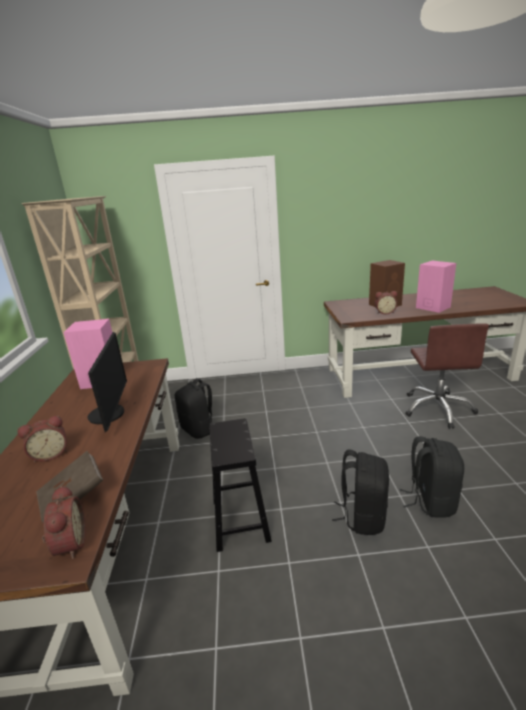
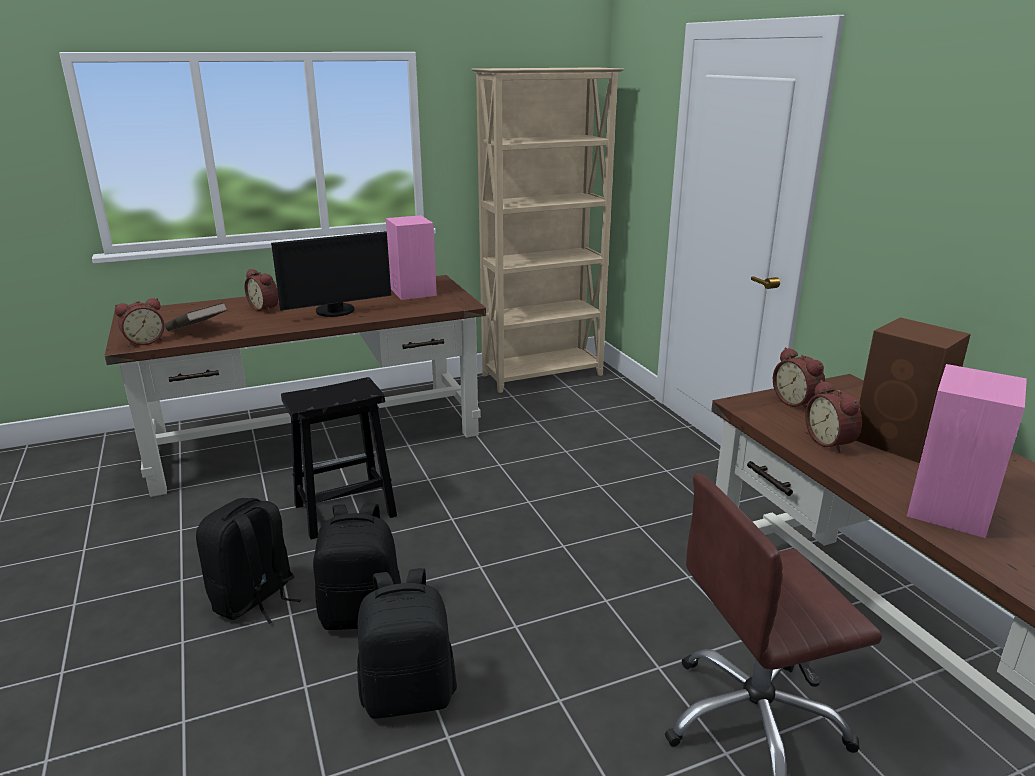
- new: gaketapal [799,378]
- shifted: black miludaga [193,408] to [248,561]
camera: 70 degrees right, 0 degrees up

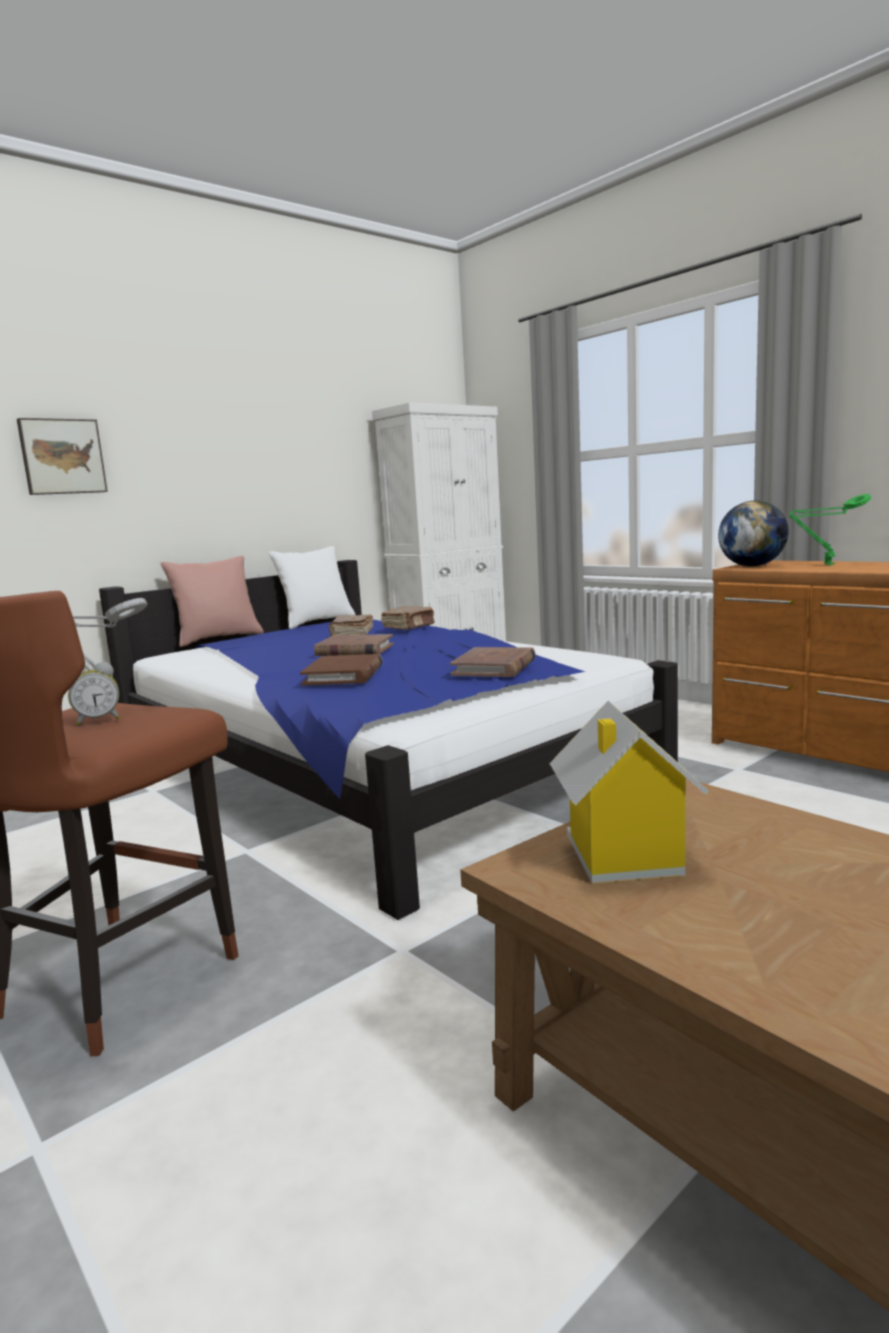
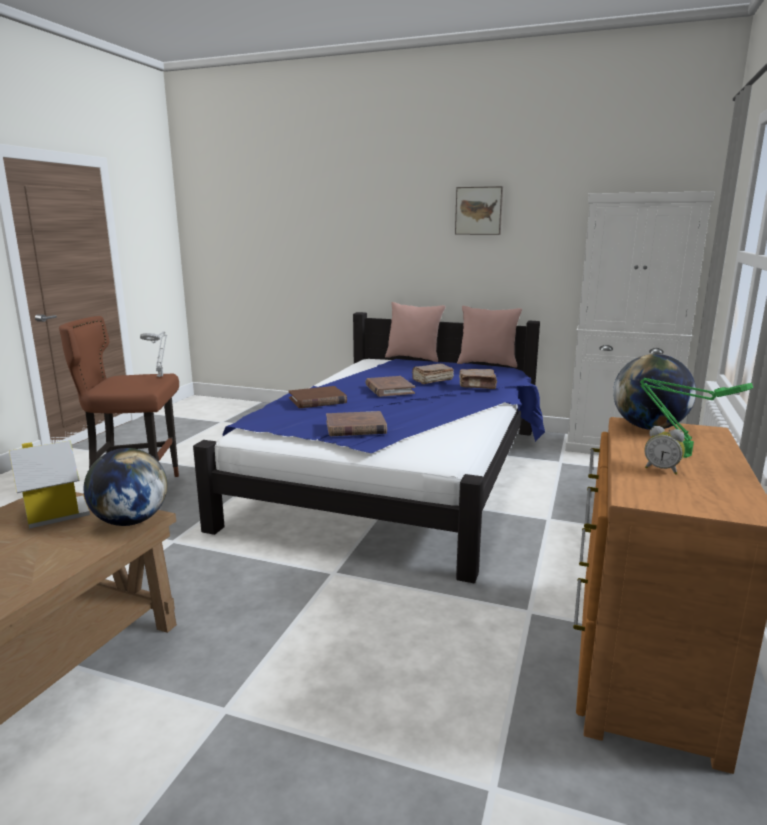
- new: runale [125,487]
- shifted: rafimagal [62,456] to [479,210]
- shifted: gaketapal [94,693] to [665,450]
- repainted: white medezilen [312,587] to pink medezilen [489,337]
camera: 60 degrees right, 5 degrees up

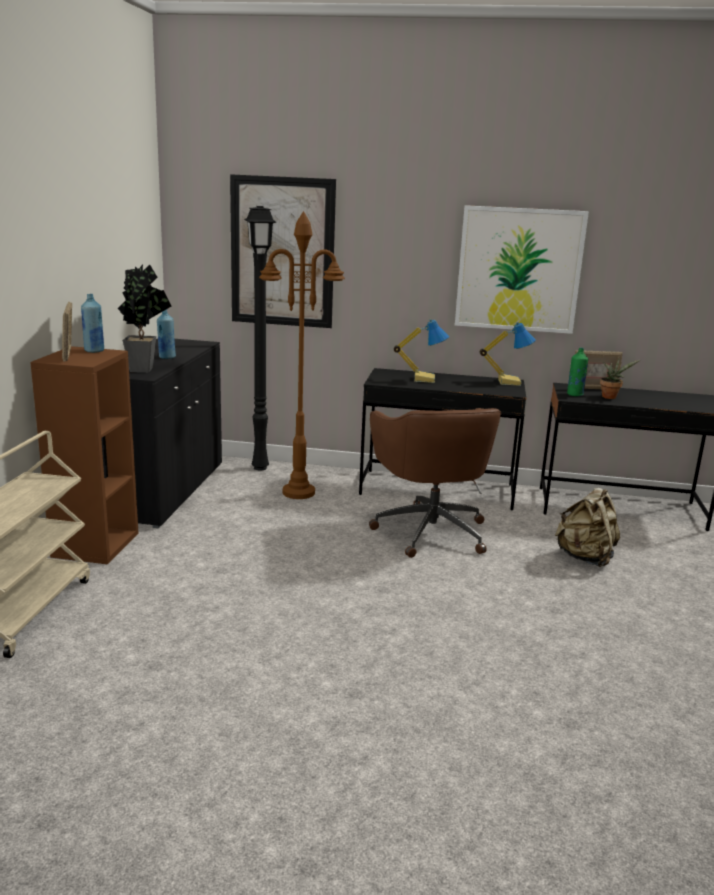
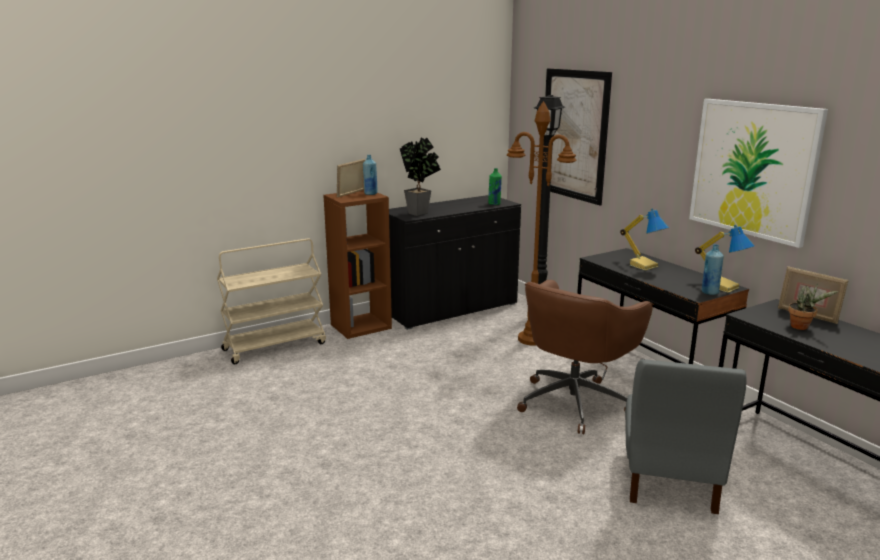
- shifted: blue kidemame [166,334] to [713,269]
- shifted: green kidemame [577,372] to [495,186]
- swapped: beige miludaga [587,527] to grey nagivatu [686,436]
camera: 50 degrees right, 0 degrees up

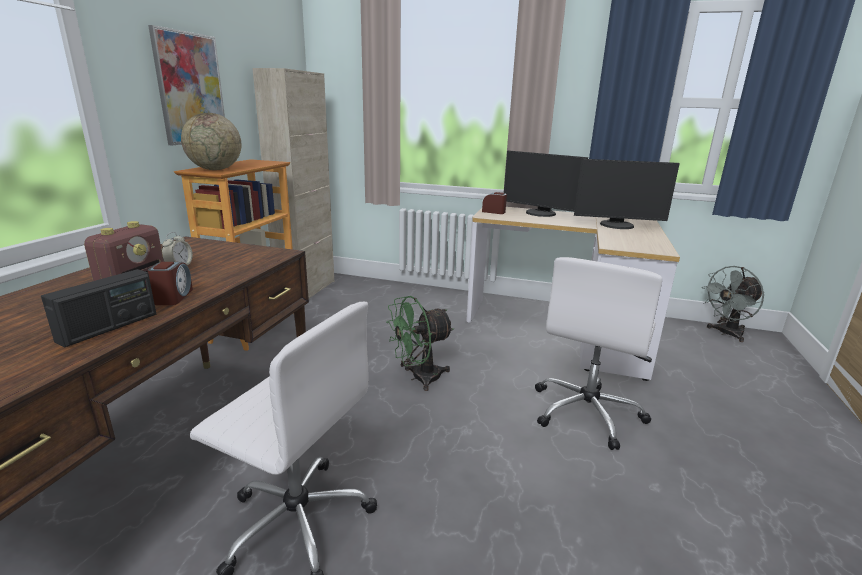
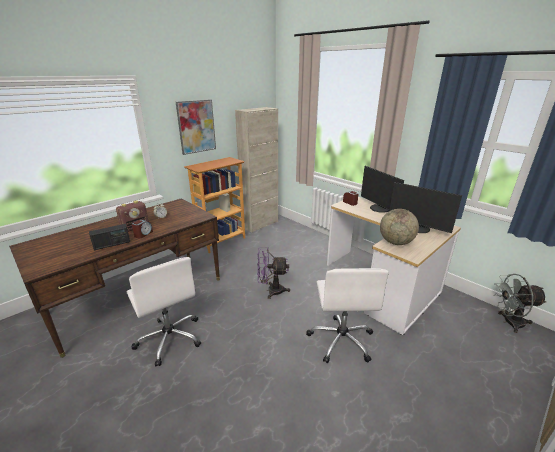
- shifted: runale [211,141] to [399,227]
- repainted: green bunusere [420,343] to purple bunusere [273,273]
- rotated: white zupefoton [598,353] = [347,315] 60 degrees counterclockwise
camera: 30 degrees right, 5 degrees up

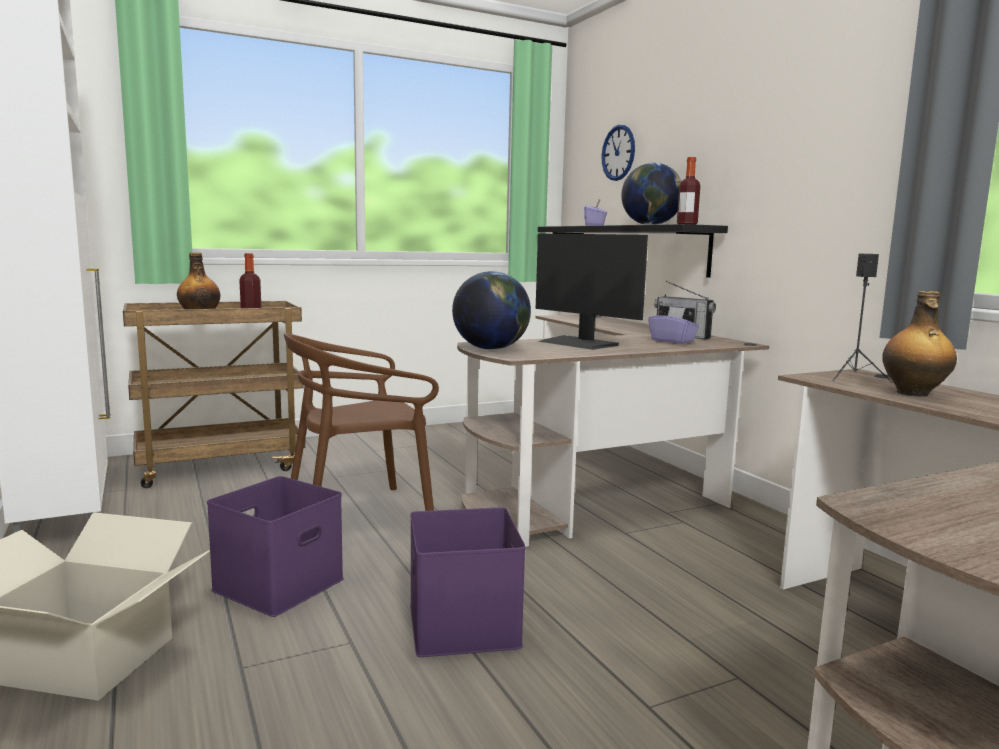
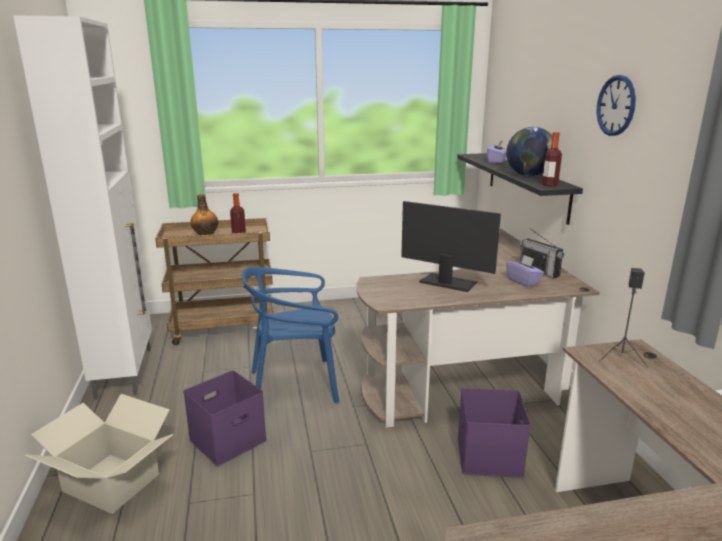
- gone: runale [491,310]
- gone: kidemame [919,344]
- shifted: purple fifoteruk [468,582] to [494,433]
- shifted: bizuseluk [618,153] to [616,105]
- repainted: brown nagivatu [361,422] to blue nagivatu [290,335]
- rotated: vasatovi [592,291] = [451,246] 150 degrees clockwise
camera: 15 degrees right, 10 degrees up

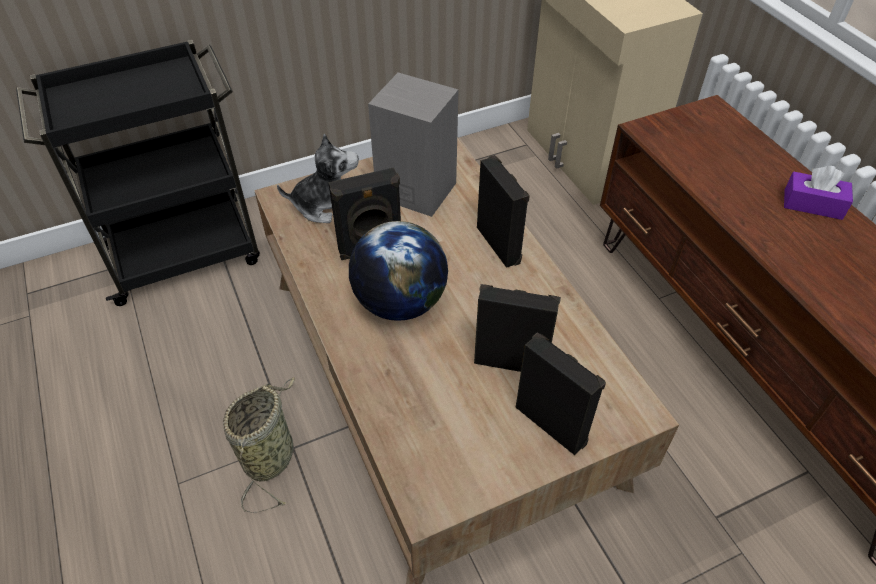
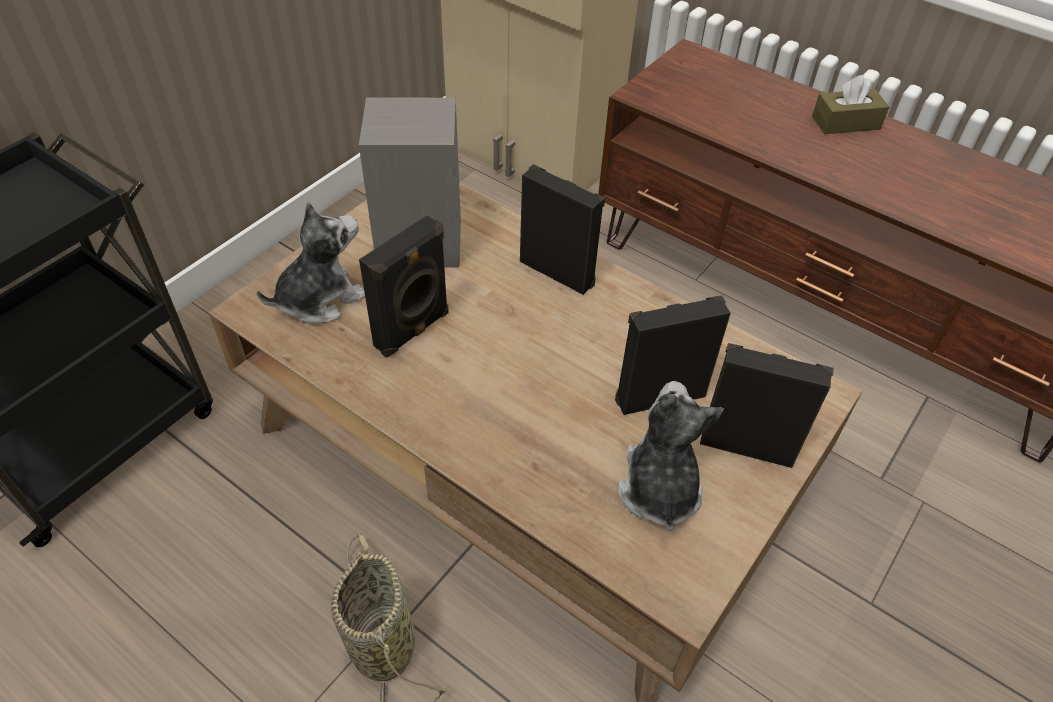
- gone: runale [398,271]
- new: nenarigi [670,456]
- repainted: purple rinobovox [818,193] to brown rinobovox [850,104]
camera: 30 degrees left, 0 degrees up

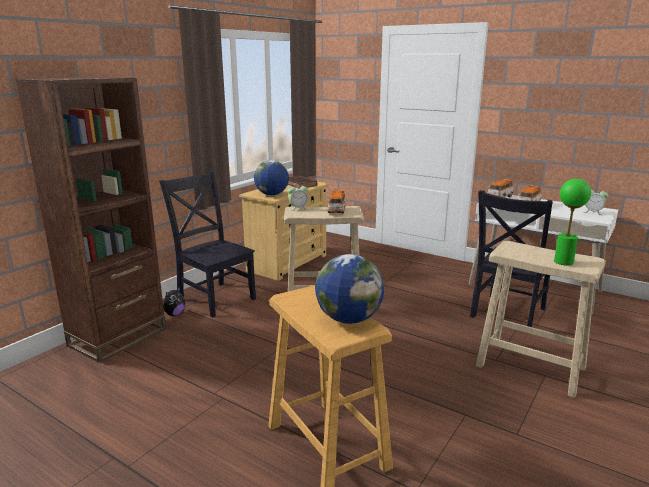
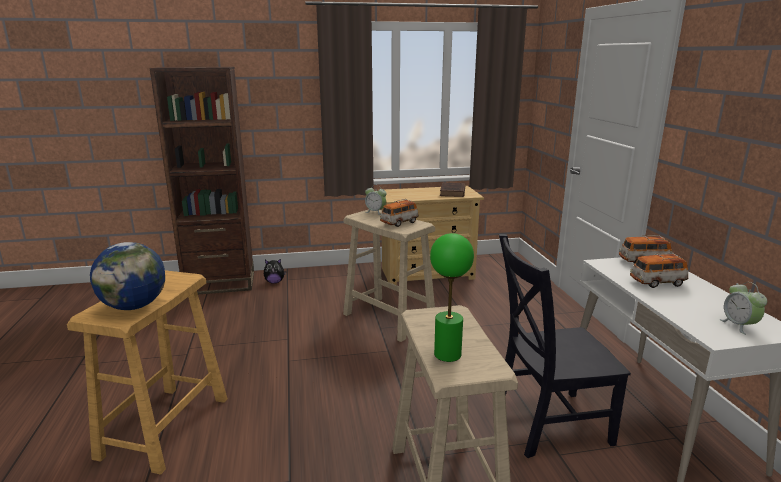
- gone: black nagivatu [207,244]
- gone: runale [271,177]
camera: 45 degrees right, 0 degrees up

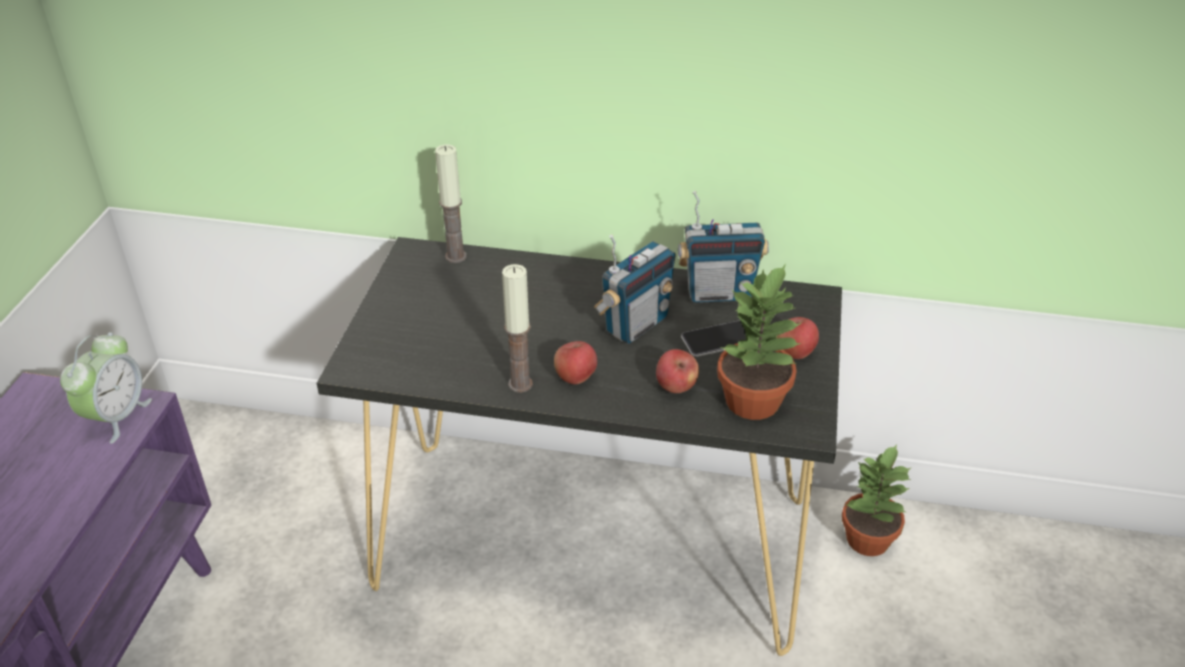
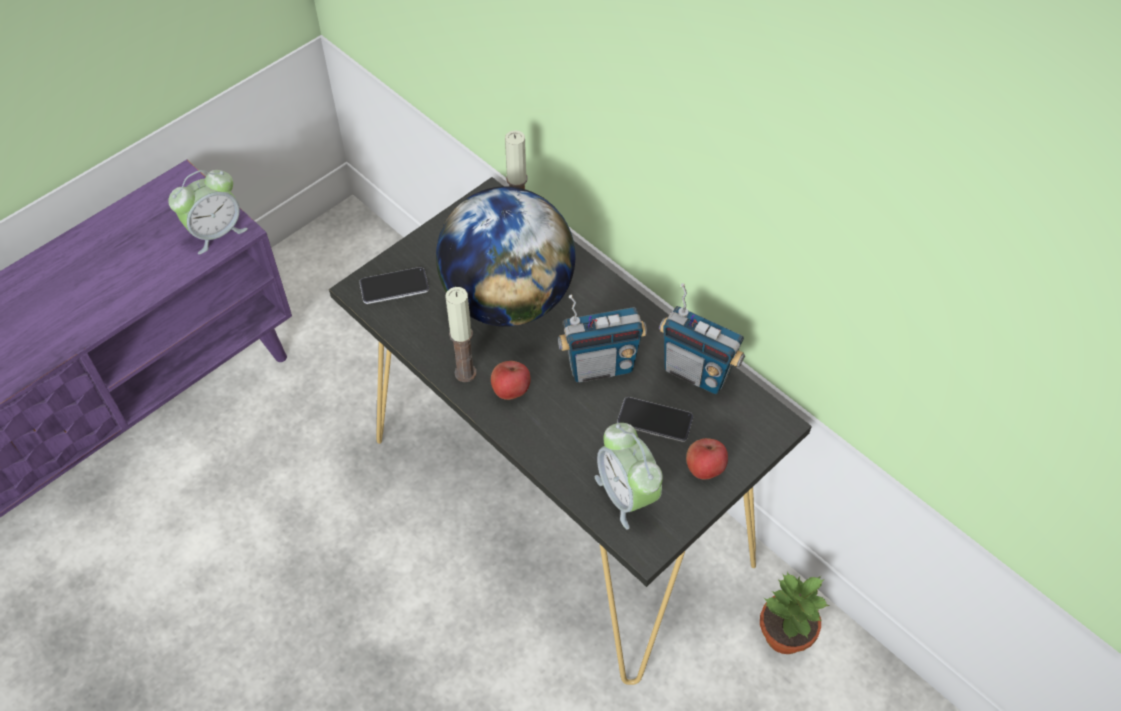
- gone: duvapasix [677,371]
- new: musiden [394,285]
- new: runale [505,257]
- swapped: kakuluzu [759,342] to gaketapal [629,476]
camera: 35 degrees right, 15 degrees up

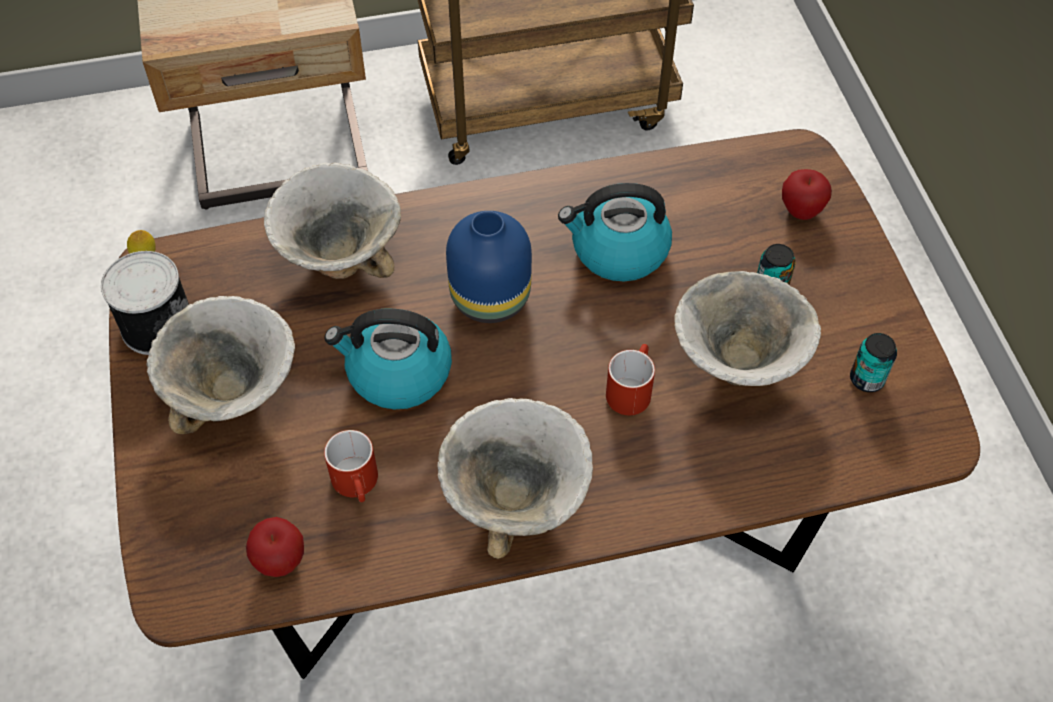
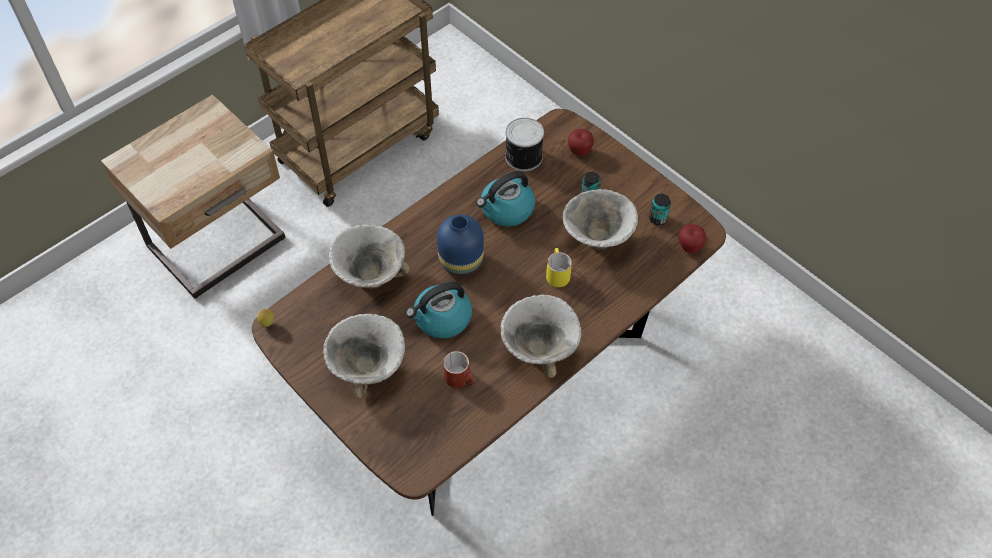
- shifted: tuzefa [145,303] to [524,144]
- shifted: duvapasix [275,547] to [692,238]
- repainted: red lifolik [630,379] to yellow lifolik [559,267]
camera: 30 degrees left, 0 degrees up

